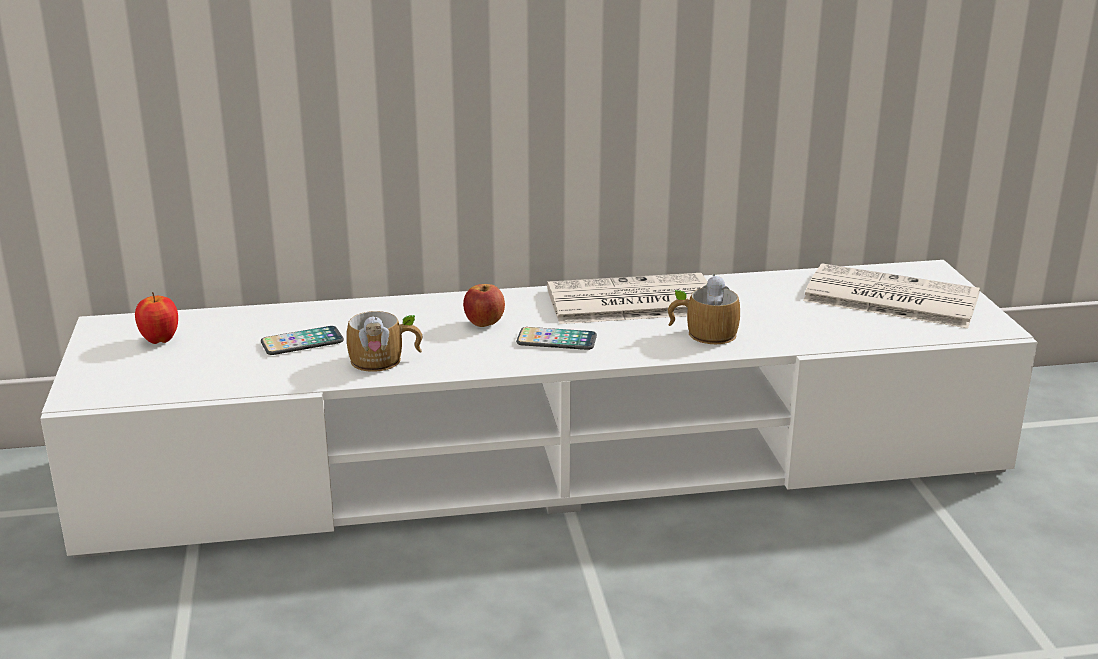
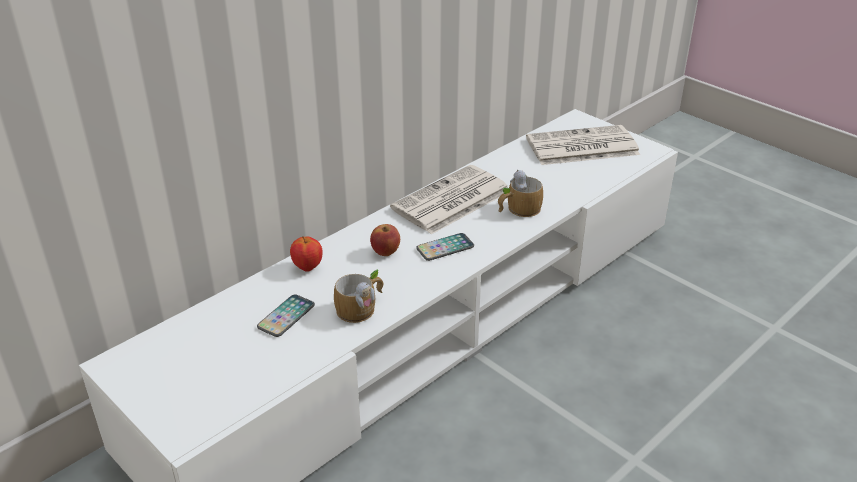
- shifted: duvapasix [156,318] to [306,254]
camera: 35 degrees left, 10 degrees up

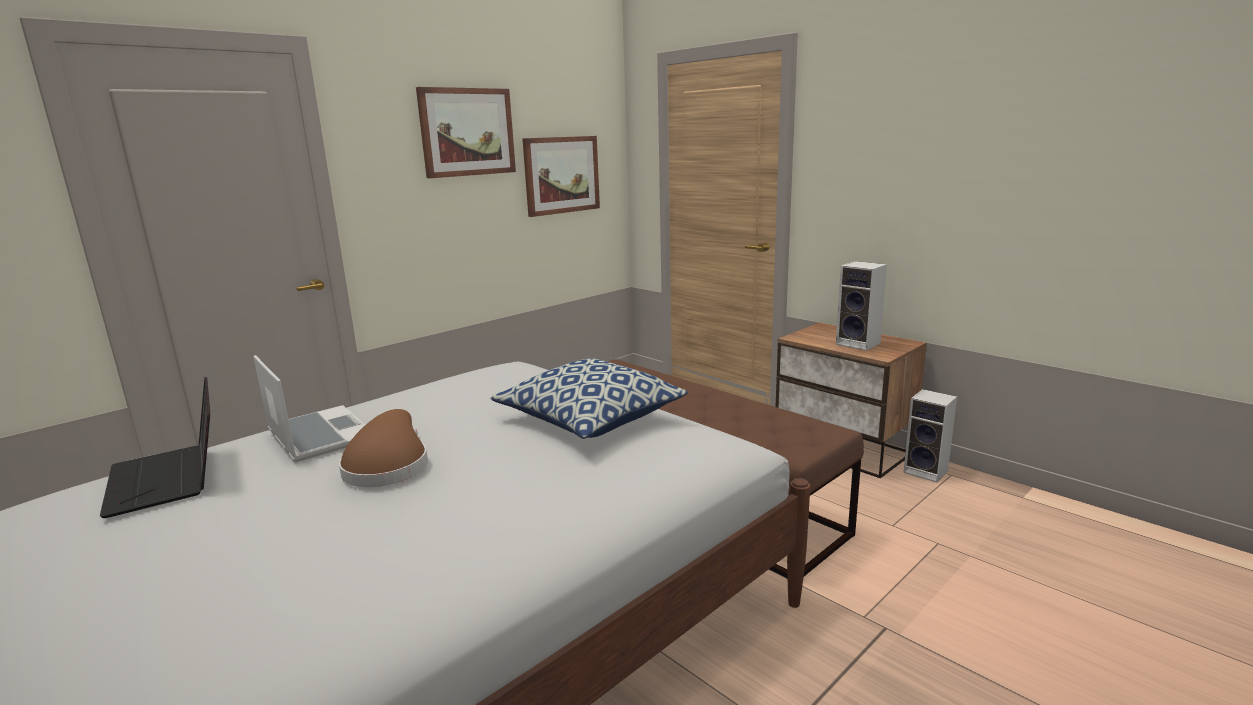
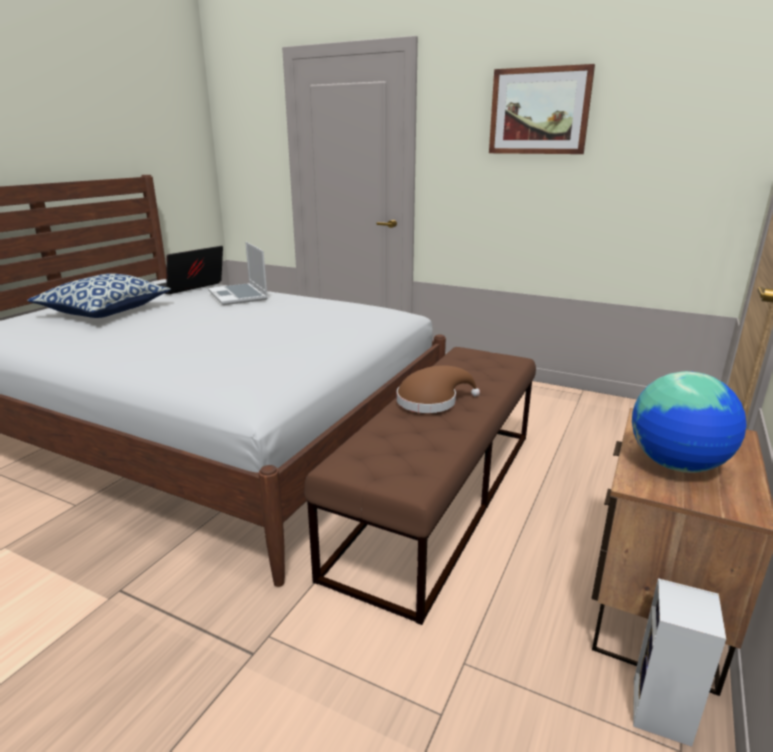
- gone: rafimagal [561,176]
- shifted: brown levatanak [383,448] to [438,389]
- shifted: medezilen [589,398] to [99,295]
- swapped: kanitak [861,306] to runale [689,422]
- rotated: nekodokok [309,408] = [238,273] 120 degrees clockwise
camera: 70 degrees right, 5 degrees up

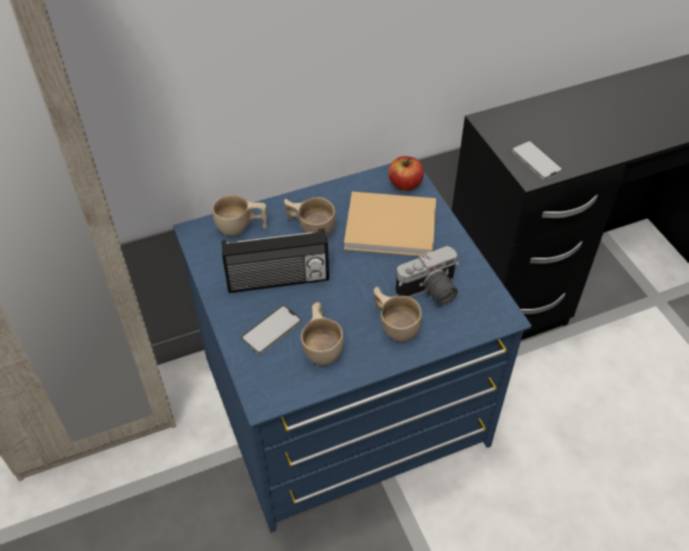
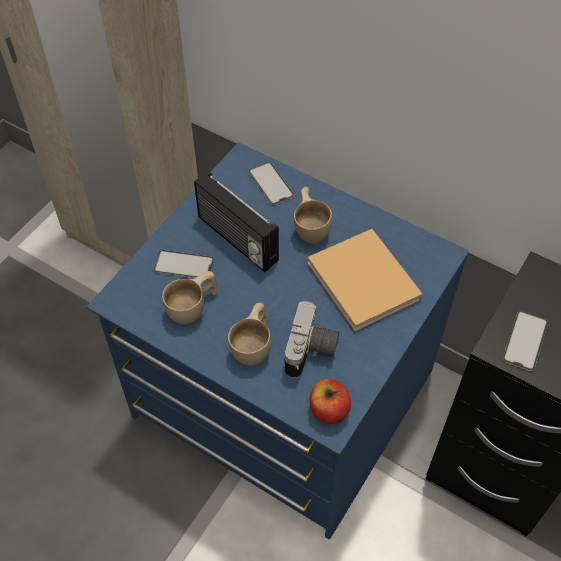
- shifted: duvapasix [406,173] to [330,401]
- swapped: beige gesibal [240,215] to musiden [271,183]
- rotated: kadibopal [427,276] = [311,340] 105 degrees counterclockwise
camera: 55 degrees right, 5 degrees up

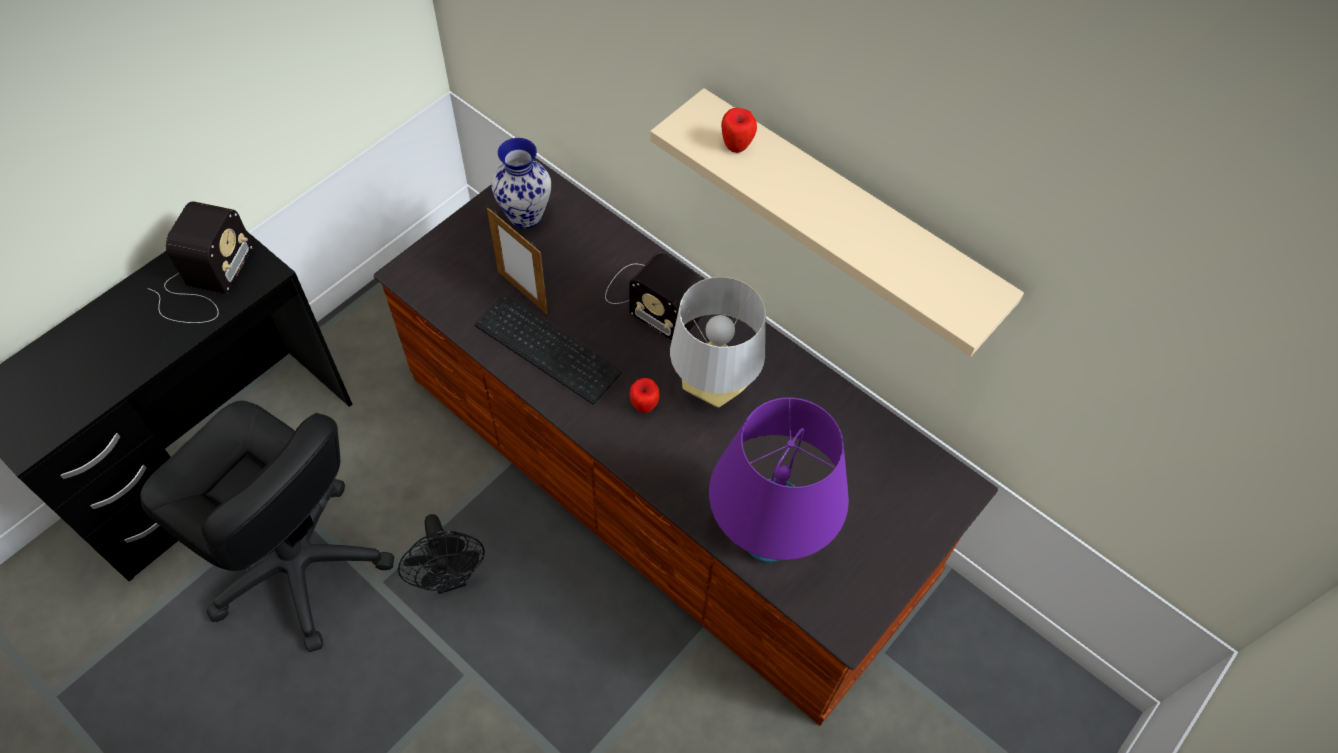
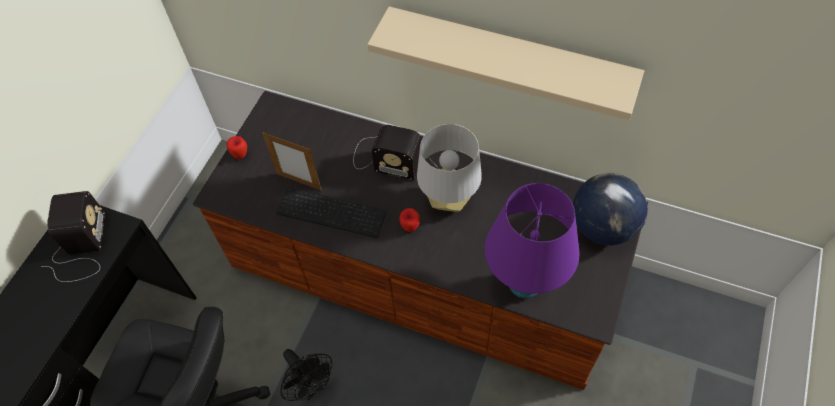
- gone: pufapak [521,183]
- new: runale [610,209]
- shifted: duvapasix [739,130] to [237,147]
camera: 15 degrees left, 0 degrees up

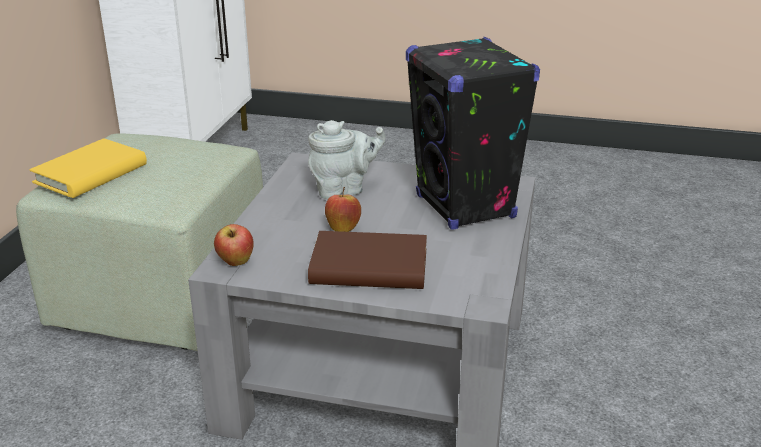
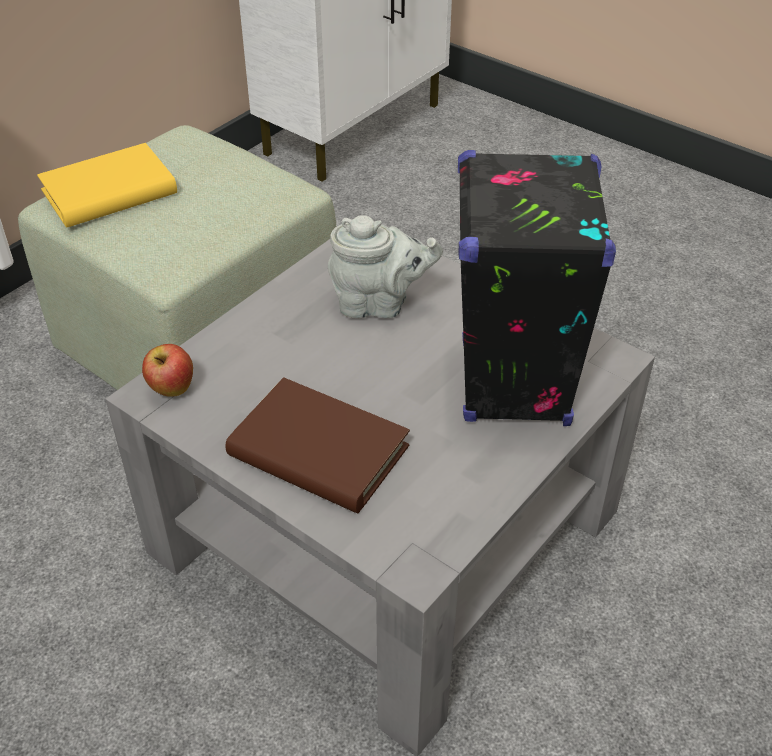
- gone: duvapasix [343,209]
camera: 25 degrees right, 15 degrees up

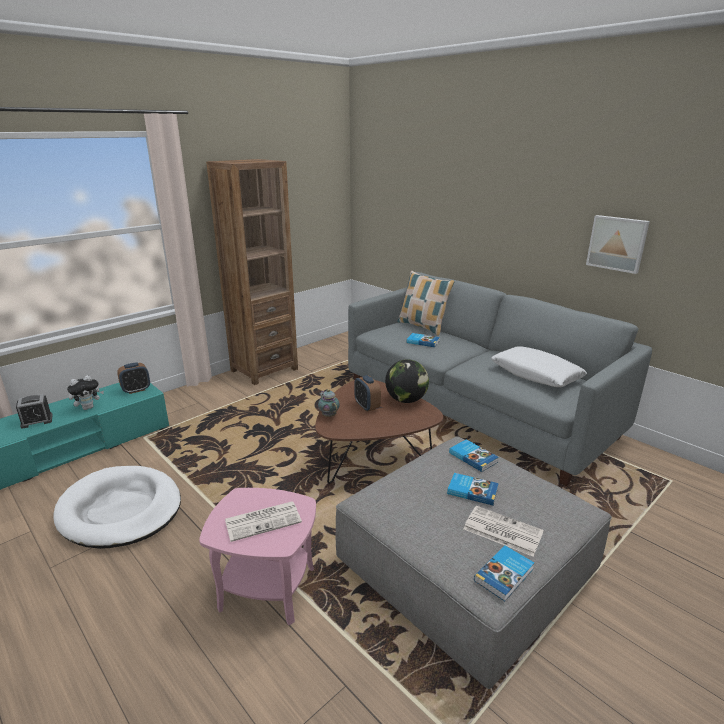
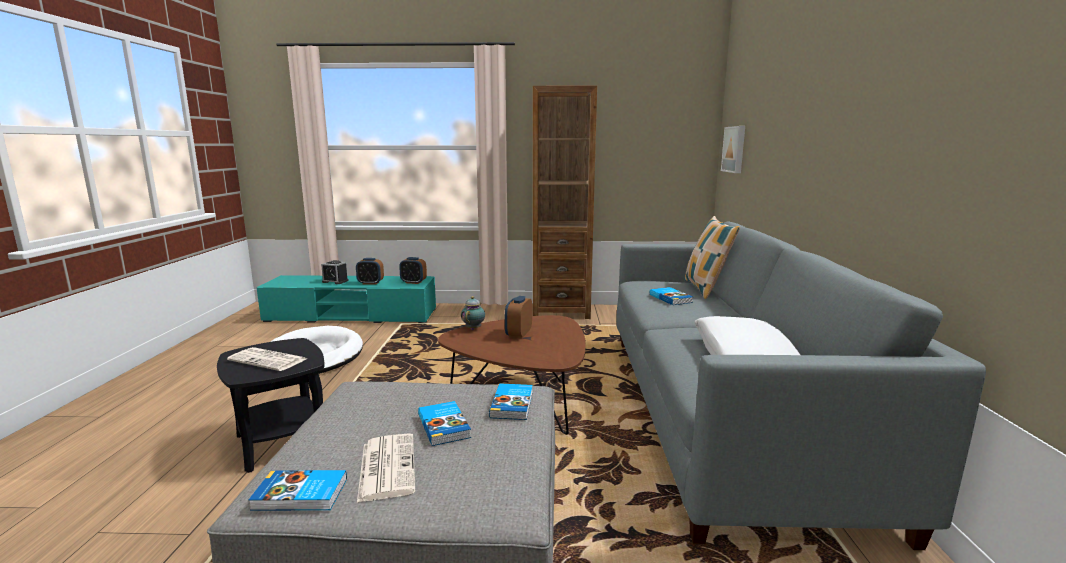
- gone: runale [407,381]
- shifted: rafimagal [618,244] to [733,149]
- swapped: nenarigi [85,392] to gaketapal [370,271]
- repainted: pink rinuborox [257,556] to black rinuborox [271,405]
camera: 45 degrees right, 10 degrees down

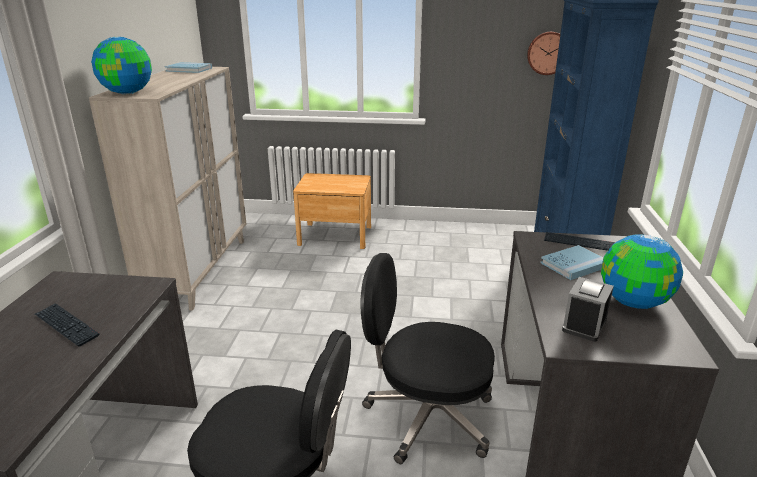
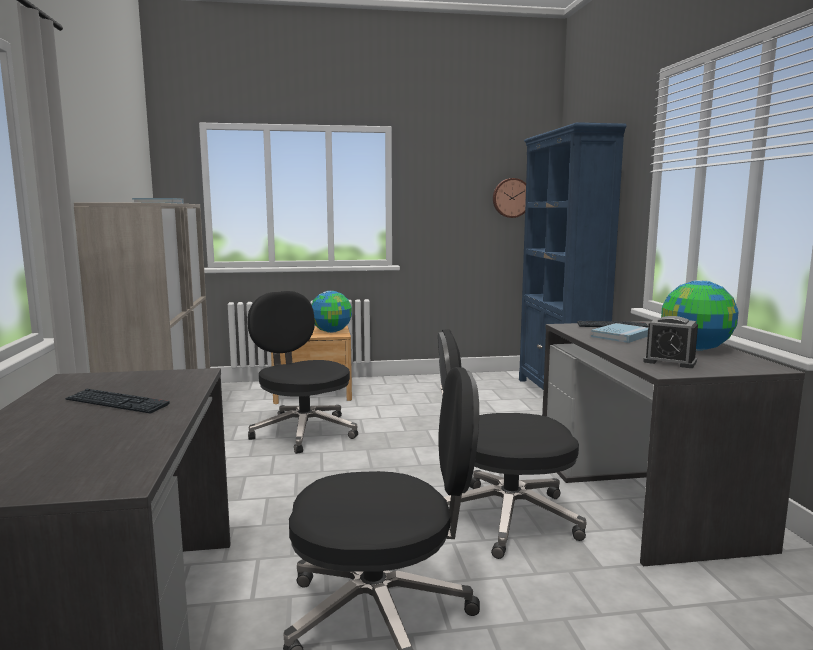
- new: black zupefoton [303,372]
- shifted: runale [121,65] to [331,312]
- rotated: gaketapal [588,309] = [670,342] 75 degrees counterclockwise
camera: 15 degrees left, 15 degrees down

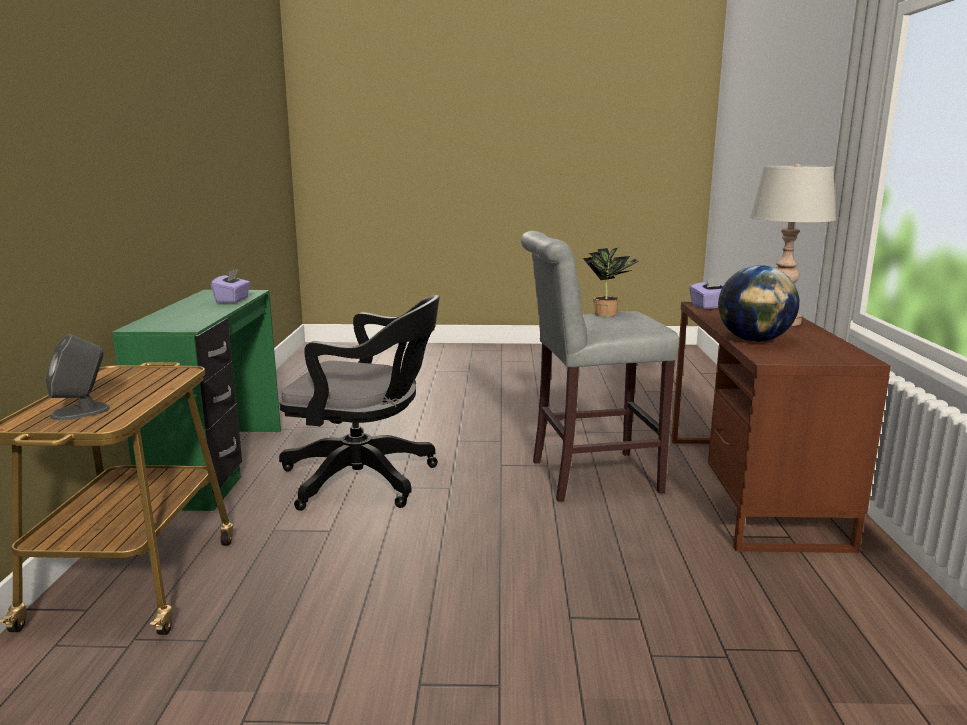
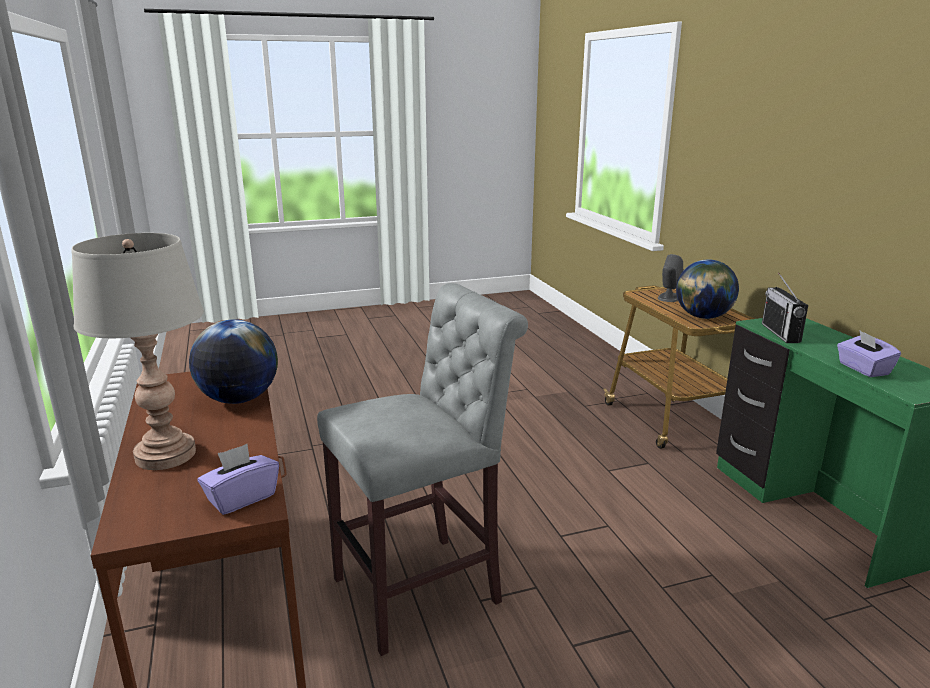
- gone: black zupefoton [359,403]
- gone: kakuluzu [610,282]
- new: runale [707,289]
- new: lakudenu [785,308]
camera: 160 degrees right, 5 degrees up

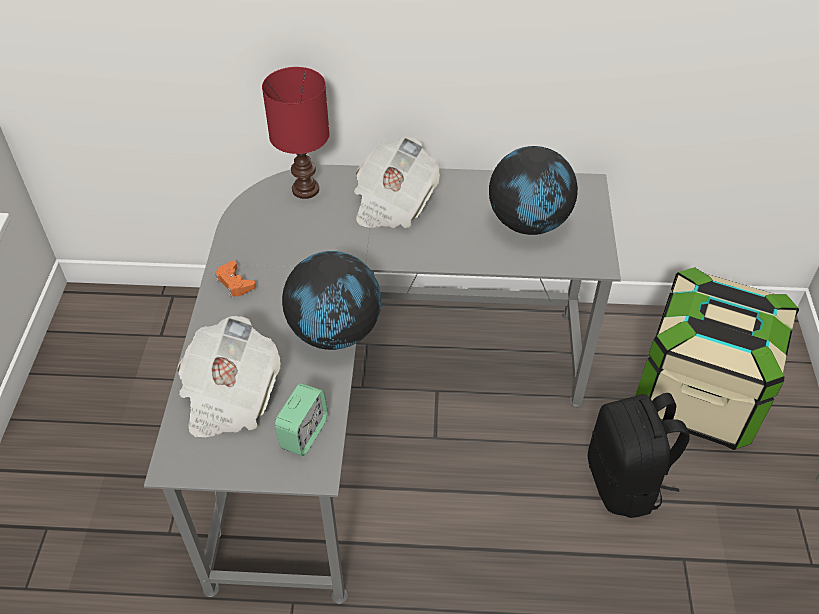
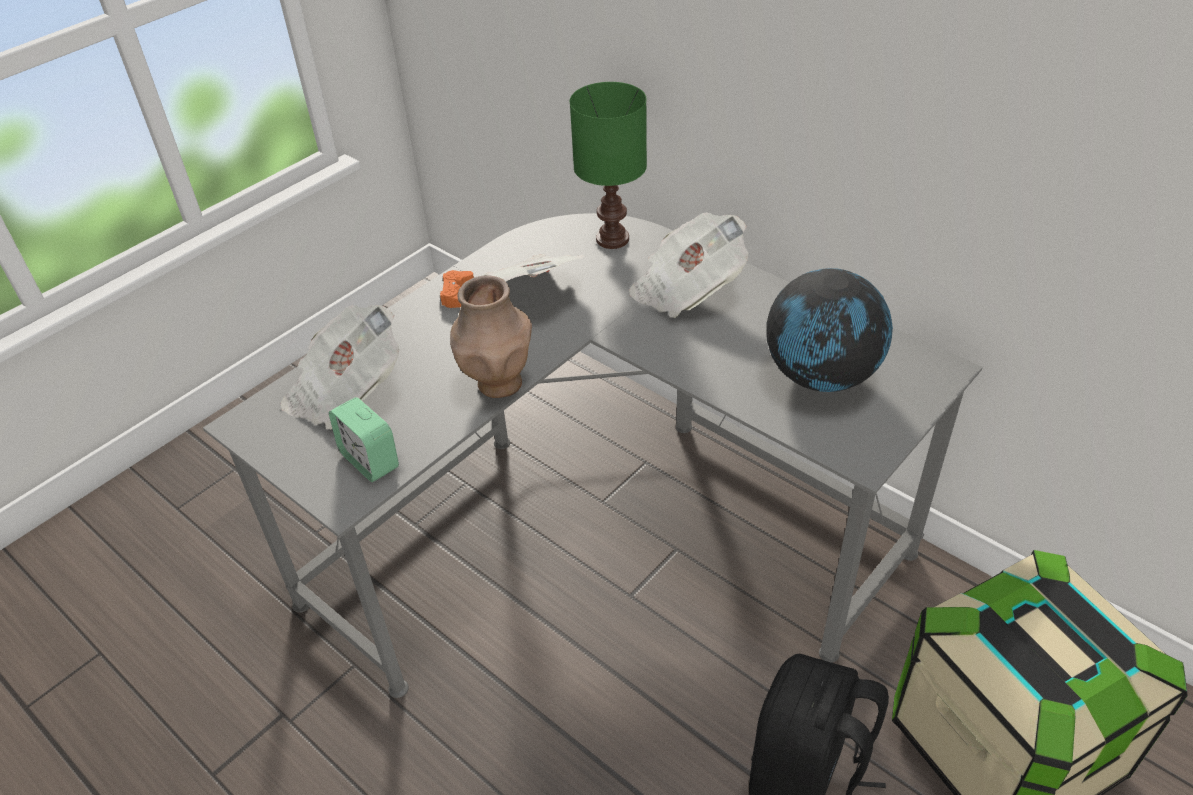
- new: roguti [534,267]
- swapped: runale [331,300] to brown pufapak [491,336]
- repainted: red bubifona [296,133] to green bubifona [608,165]
- rotated: gaketapal [301,419] = [364,439] 75 degrees clockwise
camera: 40 degrees right, 5 degrees down

